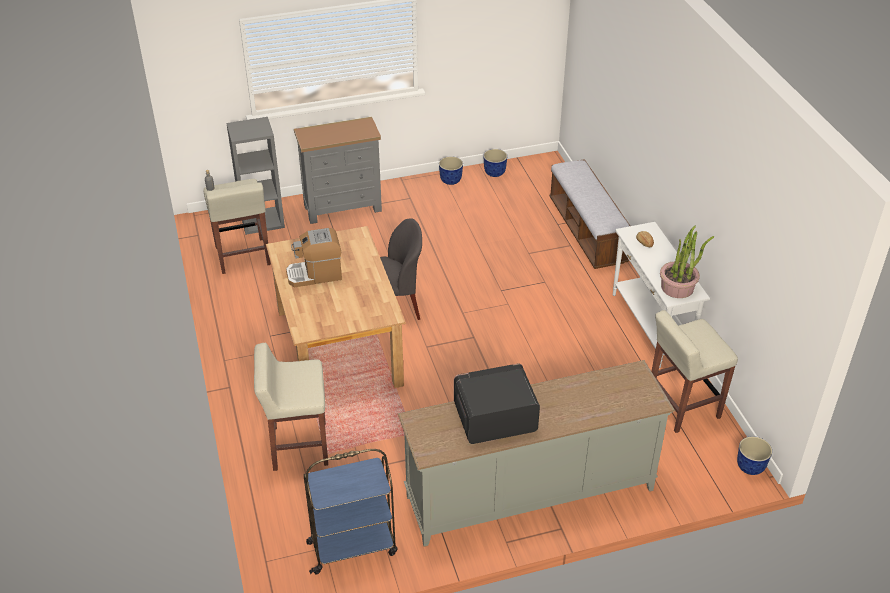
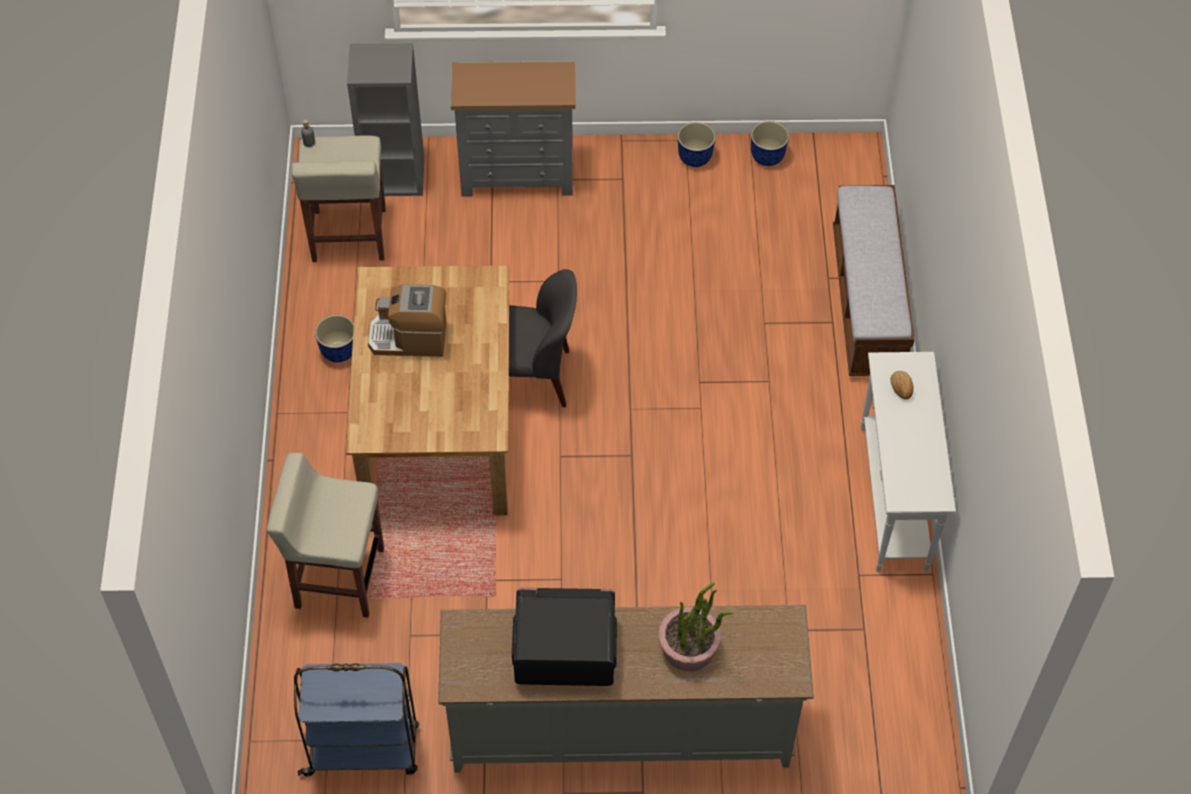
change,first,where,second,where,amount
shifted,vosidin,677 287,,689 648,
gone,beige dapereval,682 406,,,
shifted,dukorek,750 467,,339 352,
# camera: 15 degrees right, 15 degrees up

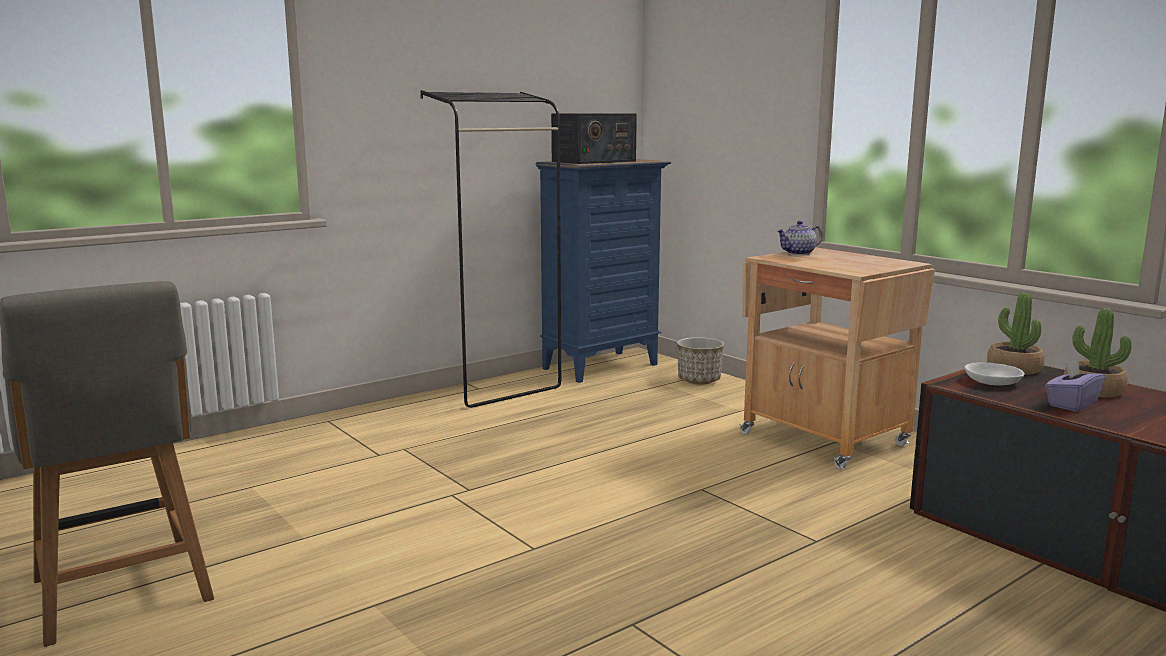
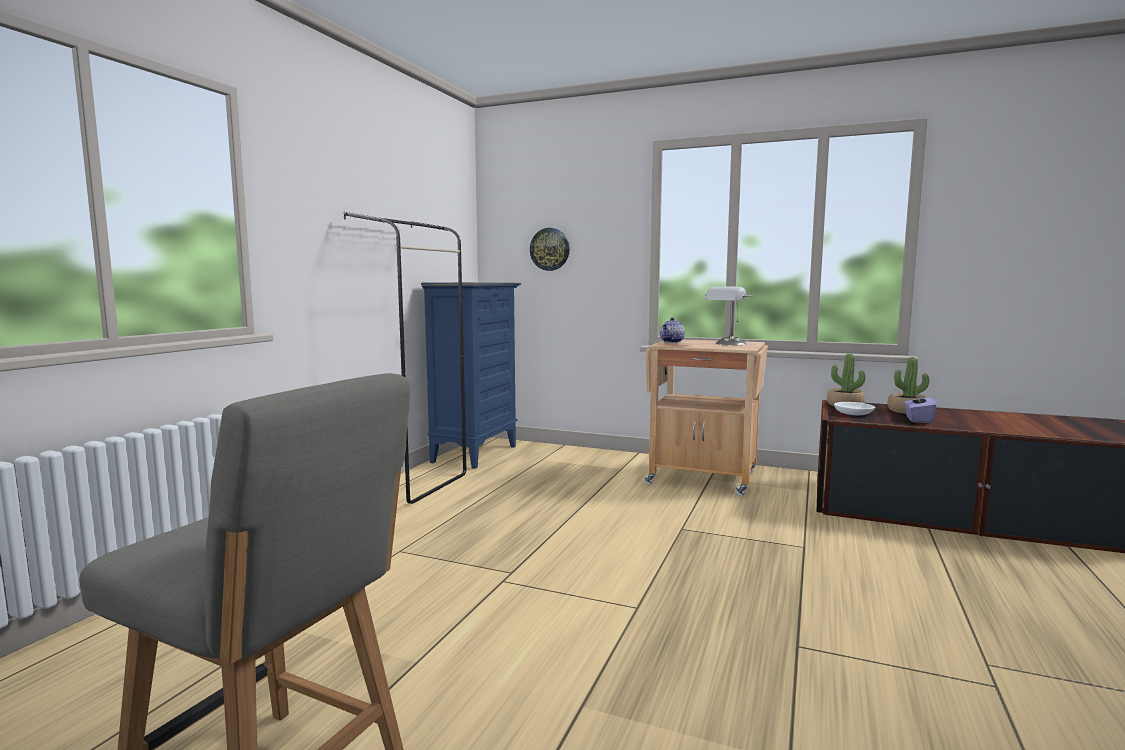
change,first,where,second,where,amount
gone,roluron,593 161,,,
gone,dukorek,699 380,,,
new,,,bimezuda,550 249,
new,,,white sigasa,728 344,
# camera: 30 degrees left, 5 degrees down

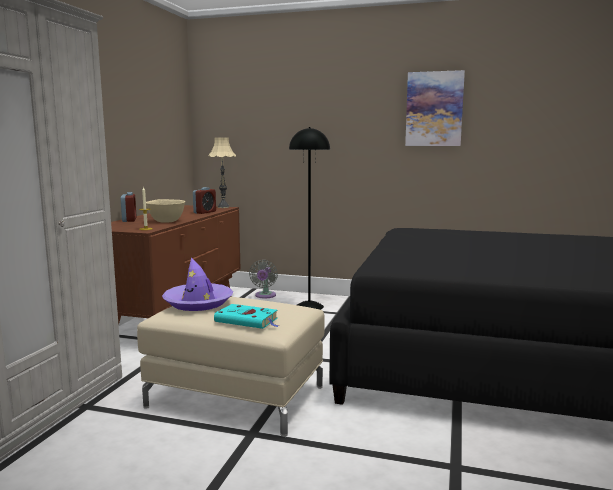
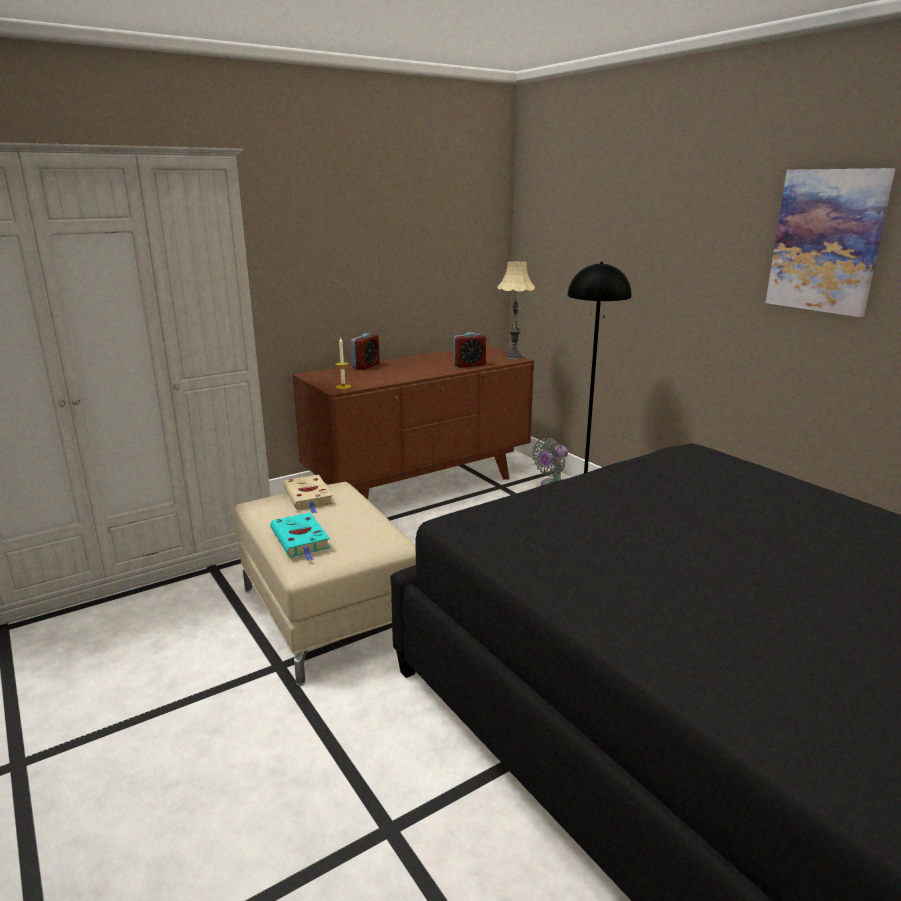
change,first,where,second,where,amount
gone,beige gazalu,166 221,,,
swapped,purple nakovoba,198 303,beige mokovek,309 497,
# camera: 40 degrees right, 10 degrees up

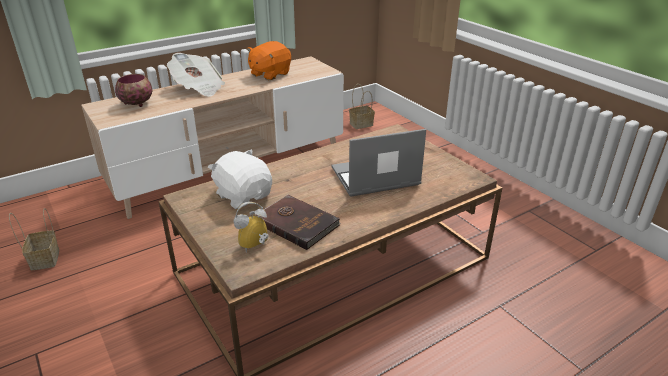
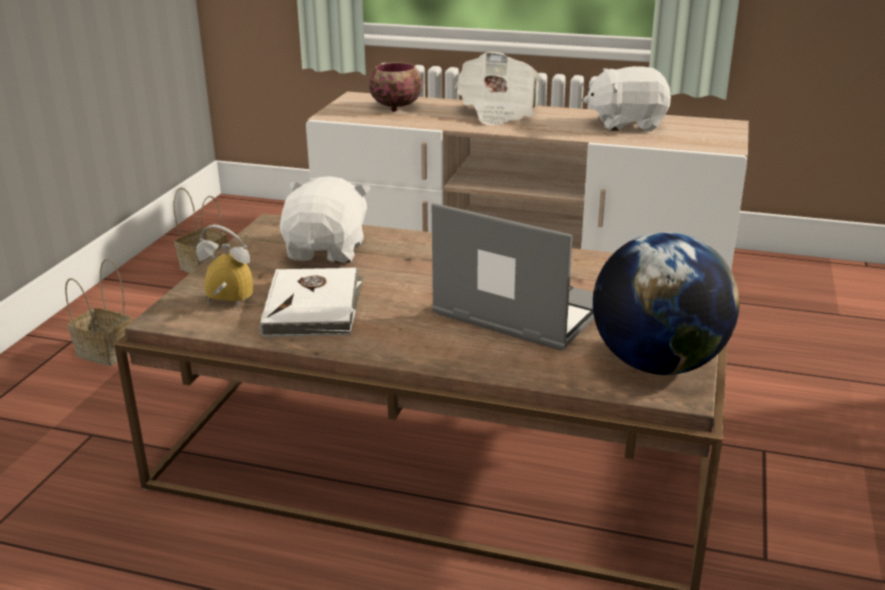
change,first,where,second,where,amount
repainted,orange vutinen,269 74,white vutinen,626 124,
shifted,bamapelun,361 124,,107 352,
repainted,brown mokovek,297 223,white mokovek,314 306,
new,,,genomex,657 364,
# camera: 50 degrees right, 5 degrees down

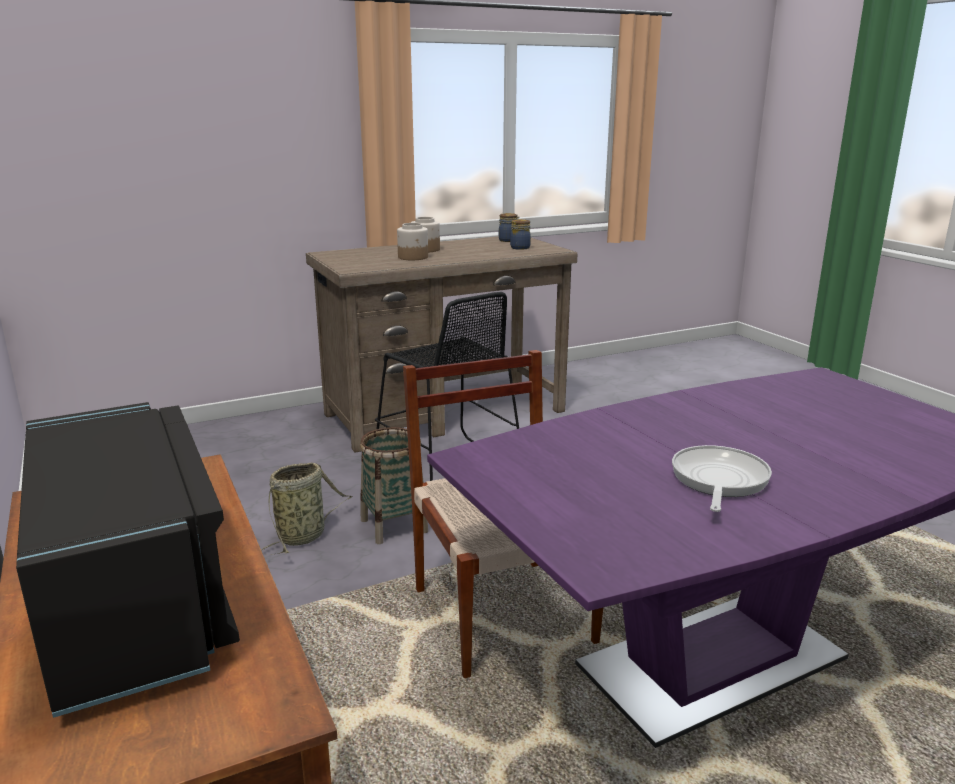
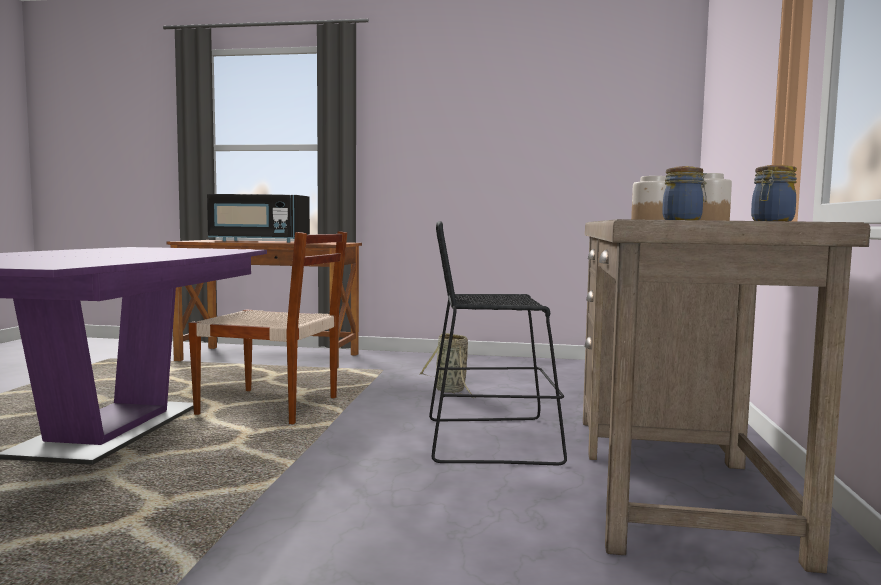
change,first,where,second,where,amount
gone,bamapelun,394 526,,,
gone,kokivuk,718 480,,,
# camera: 125 degrees right, 15 degrees down

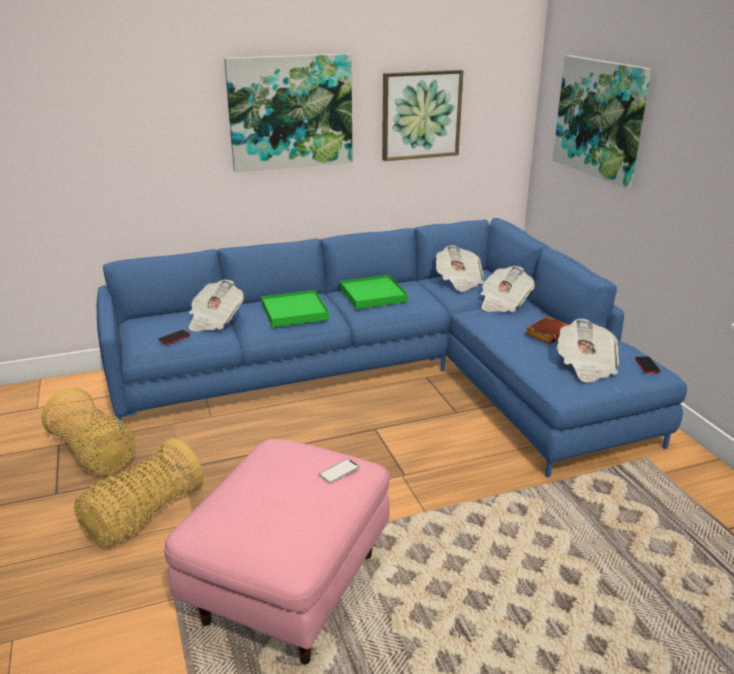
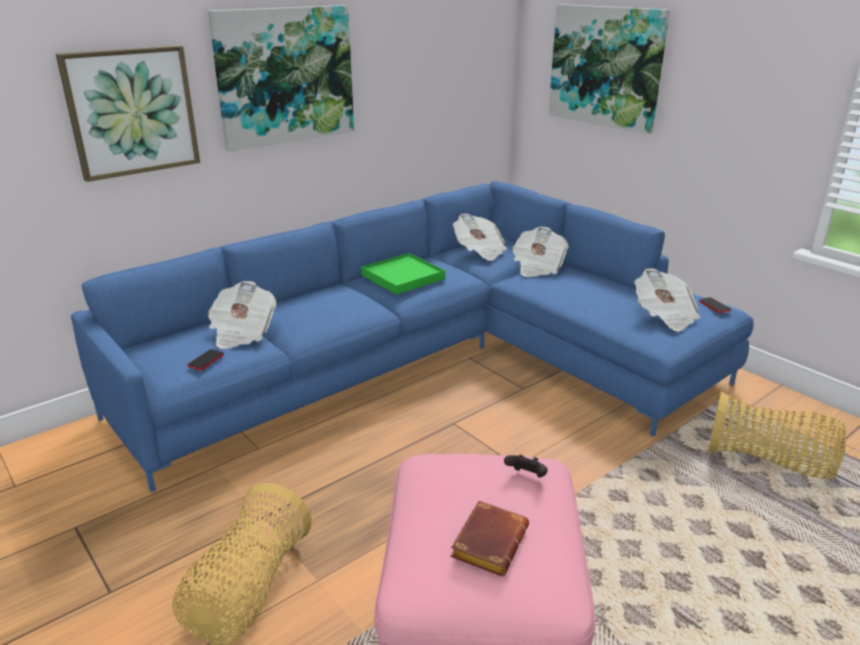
change,first,where,second,where,amount
shifted,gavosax,421 115,,132 112,
gone,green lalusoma,294 311,,,
shifted,brown mokovek,547 333,,488 541,
shifted,bamapelun,94 454,,769 461,
swapped,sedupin,339 472,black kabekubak,526 477,
# camera: 20 degrees left, 0 degrees up

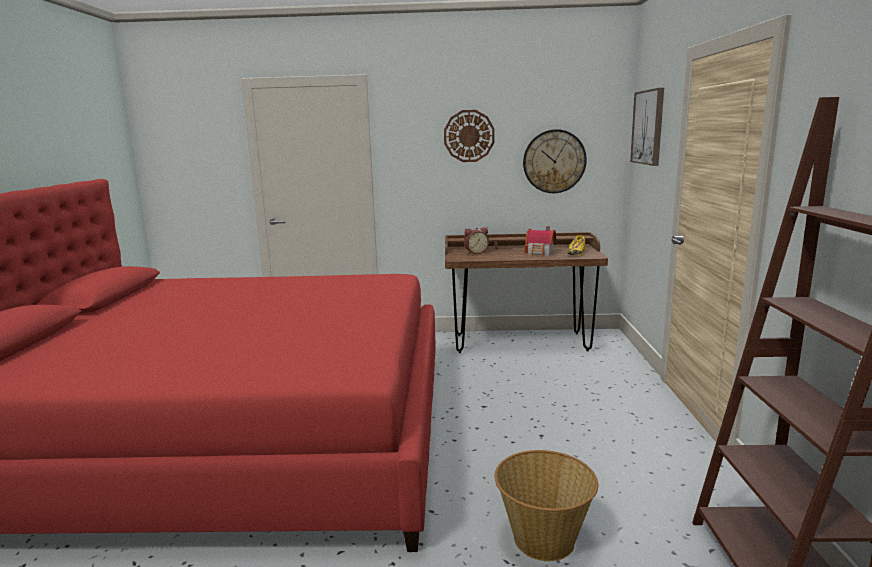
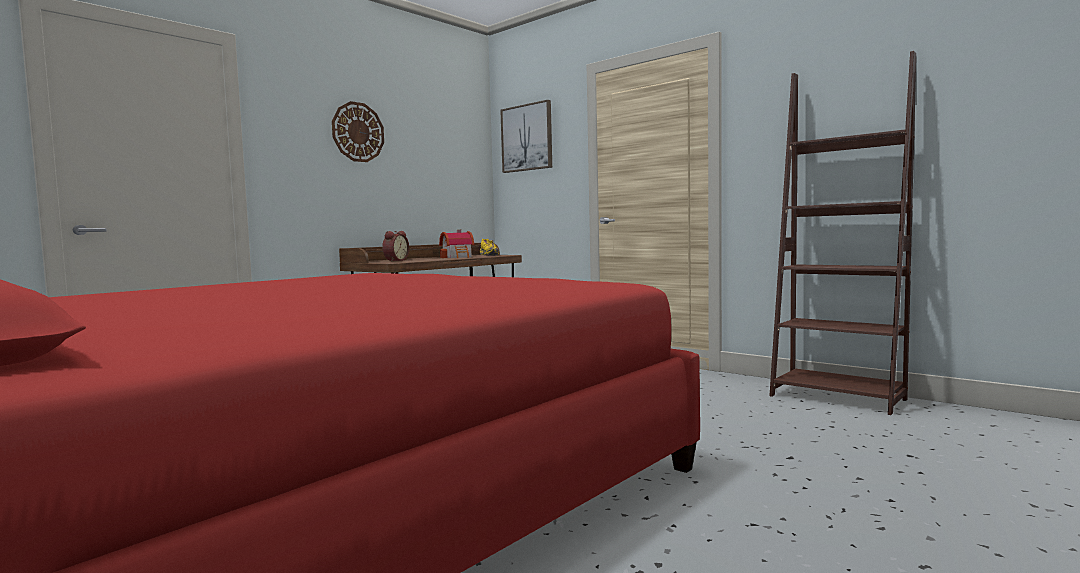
change,first,where,second,where,amount
gone,bimezuda,554 161,,,
gone,bamapelun,543 538,,,
# camera: 50 degrees left, 10 degrees down

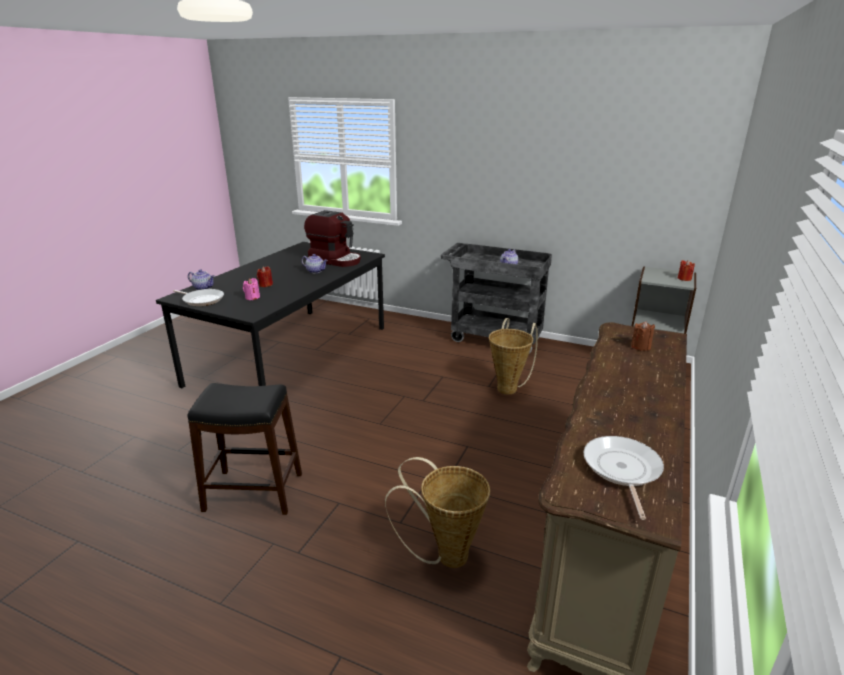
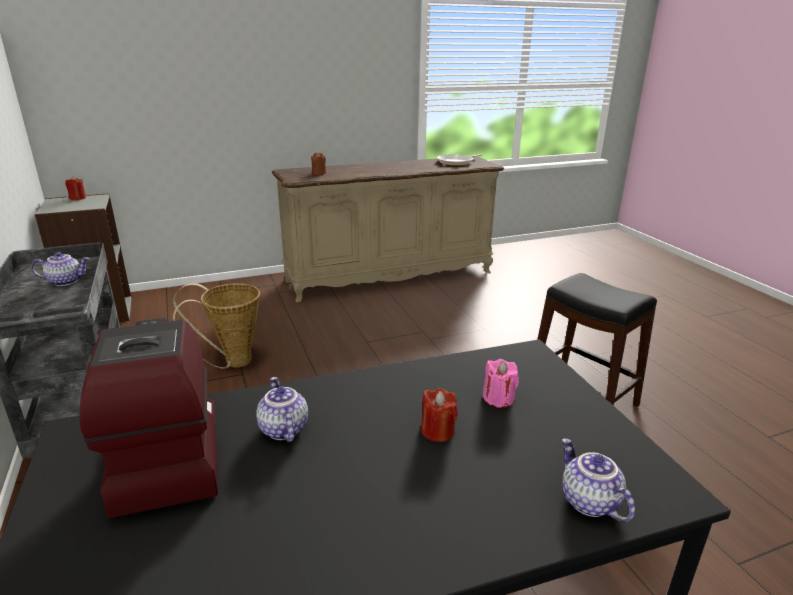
change,first,where,second,where,amount
gone,kokivuk,202 300,,,
gone,bamapelun,445 555,,,
# camera: 135 degrees left, 0 degrees up

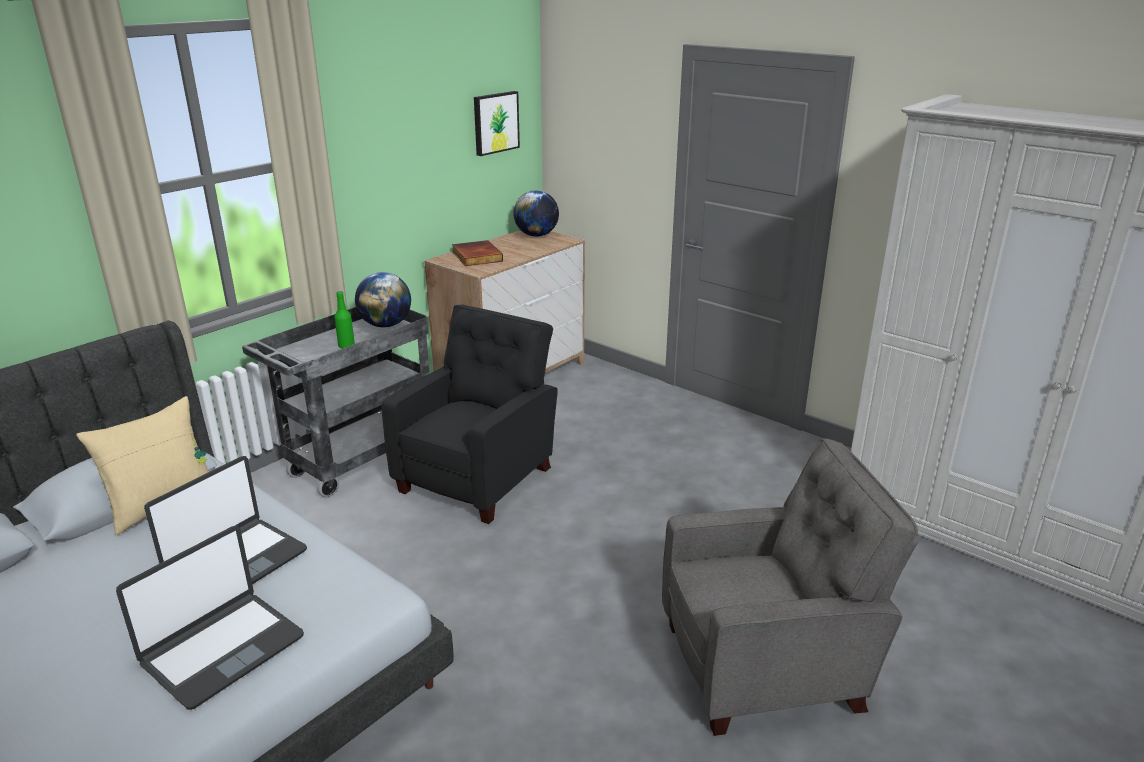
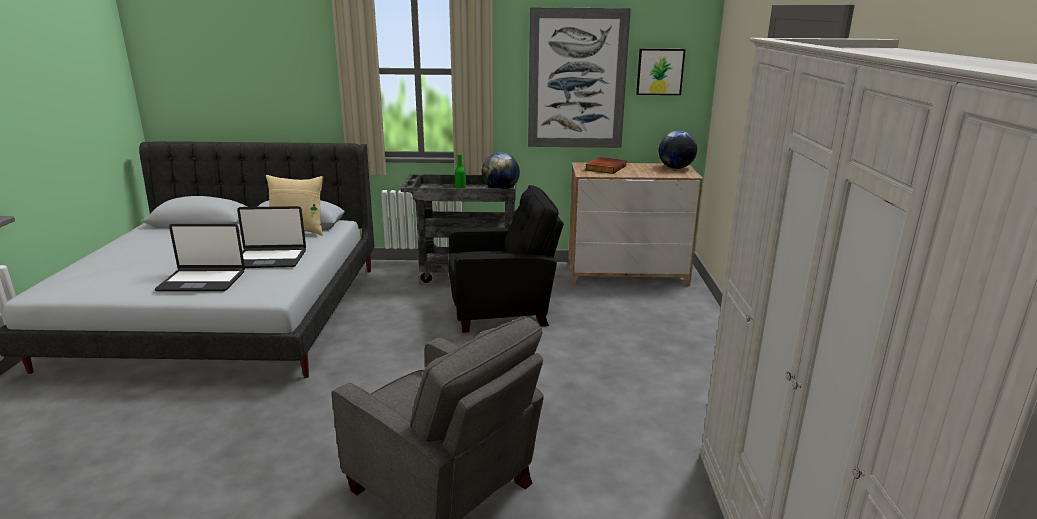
change,first,where,second,where,amount
new,,,gavosax,577 79,
# camera: 50 degrees right, 5 degrees down

